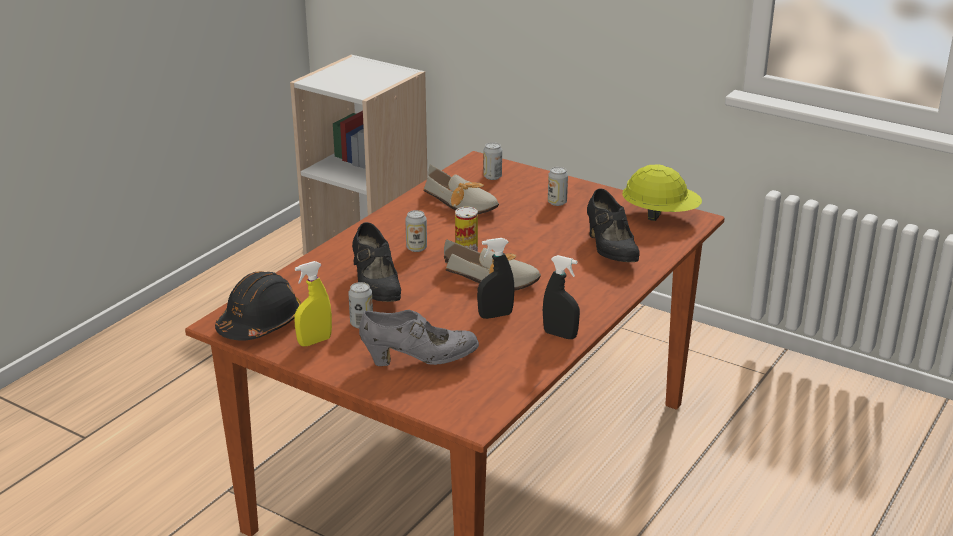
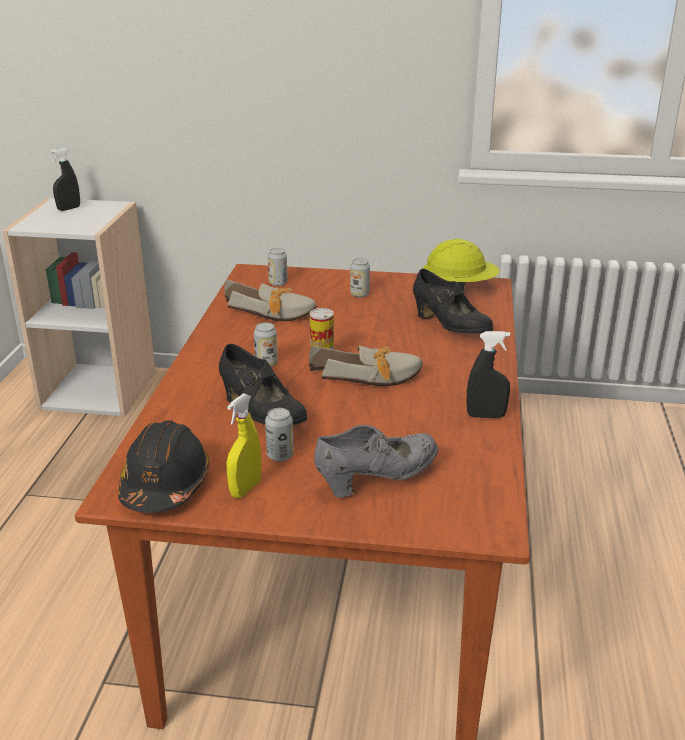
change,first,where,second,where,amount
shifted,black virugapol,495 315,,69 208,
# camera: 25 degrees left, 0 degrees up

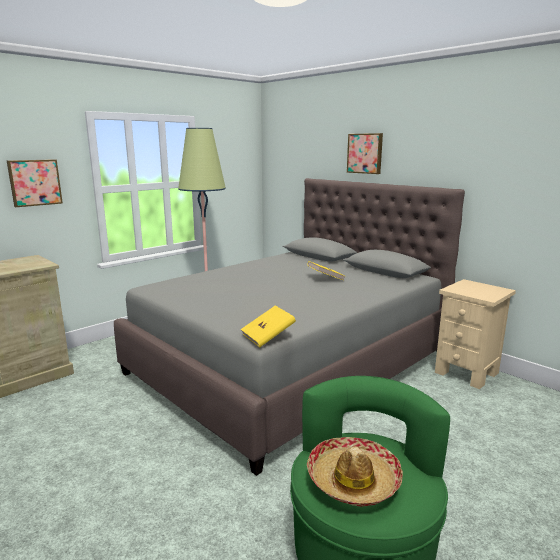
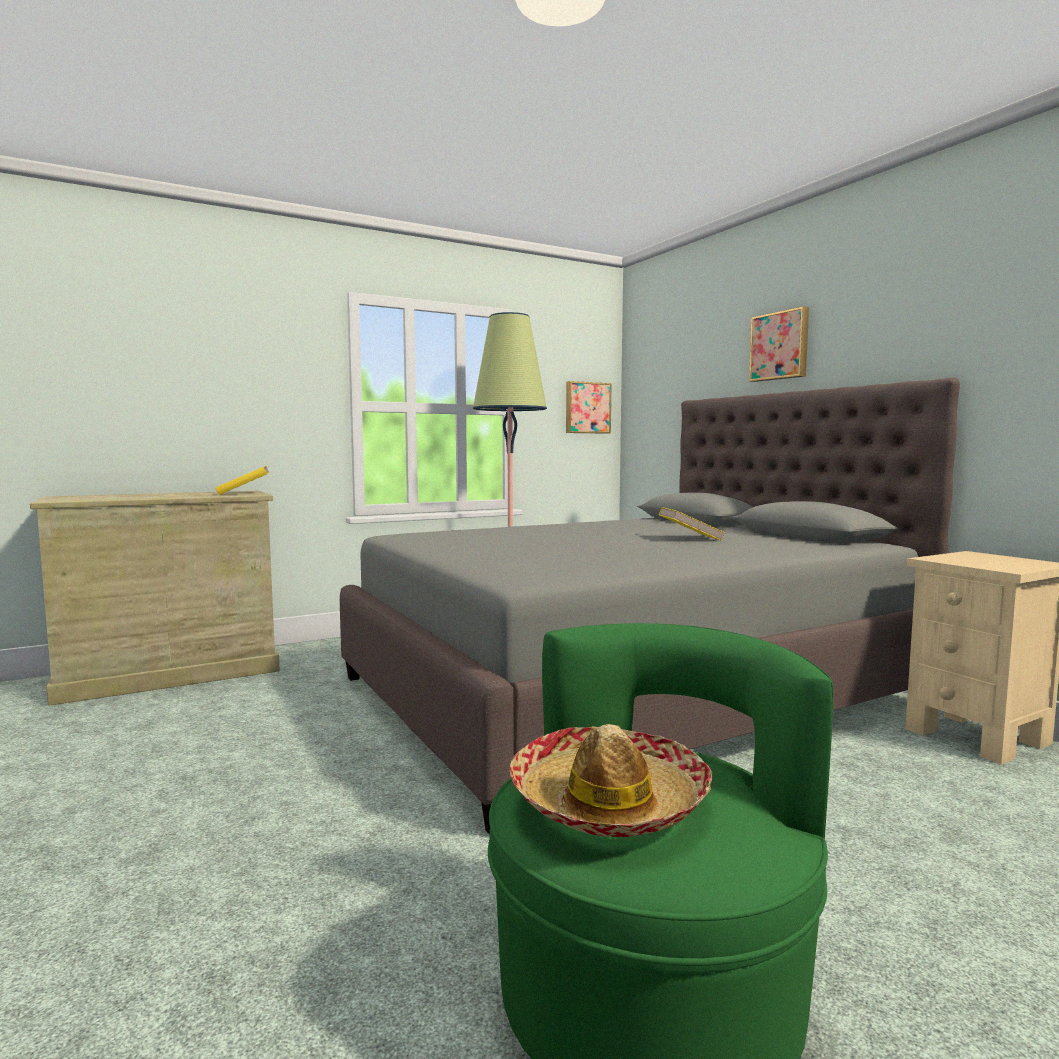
change,first,where,second,where,amount
shifted,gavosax,34 182,,587 408,
shifted,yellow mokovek,268 337,,244 493,
# camera: 15 degrees right, 10 degrees down

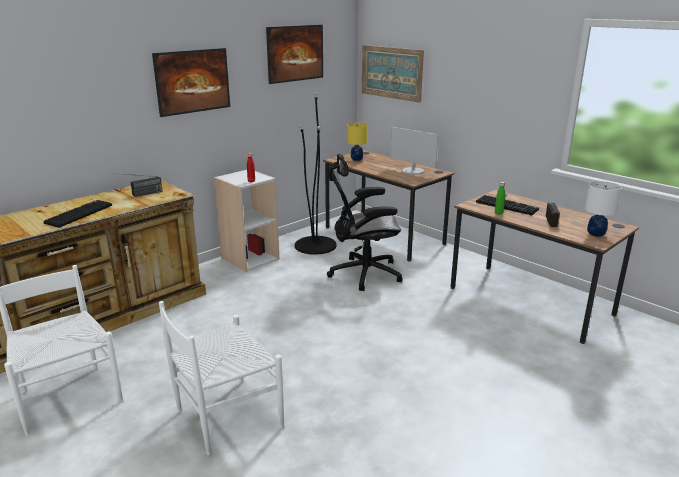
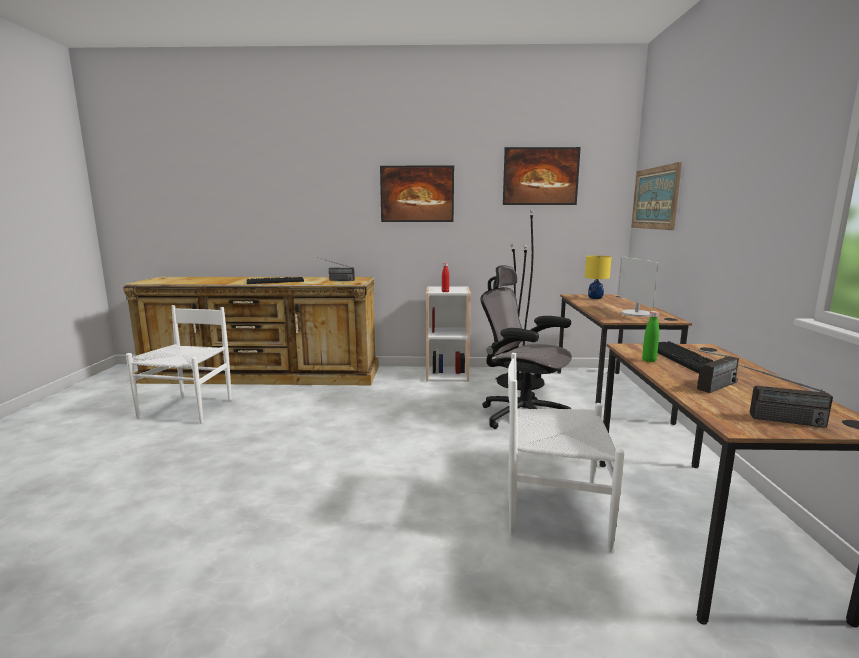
change,first,where,second,where,amount
swapped,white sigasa,595 234,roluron,767 418,
shifted,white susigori,227 417,,553 512,
# camera: 45 degrees right, 10 degrees down

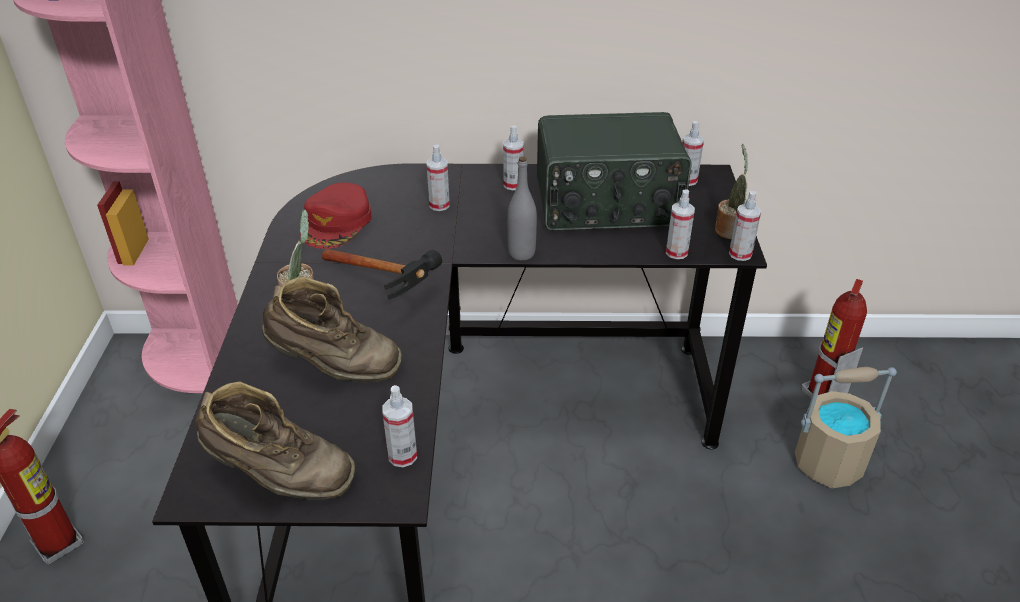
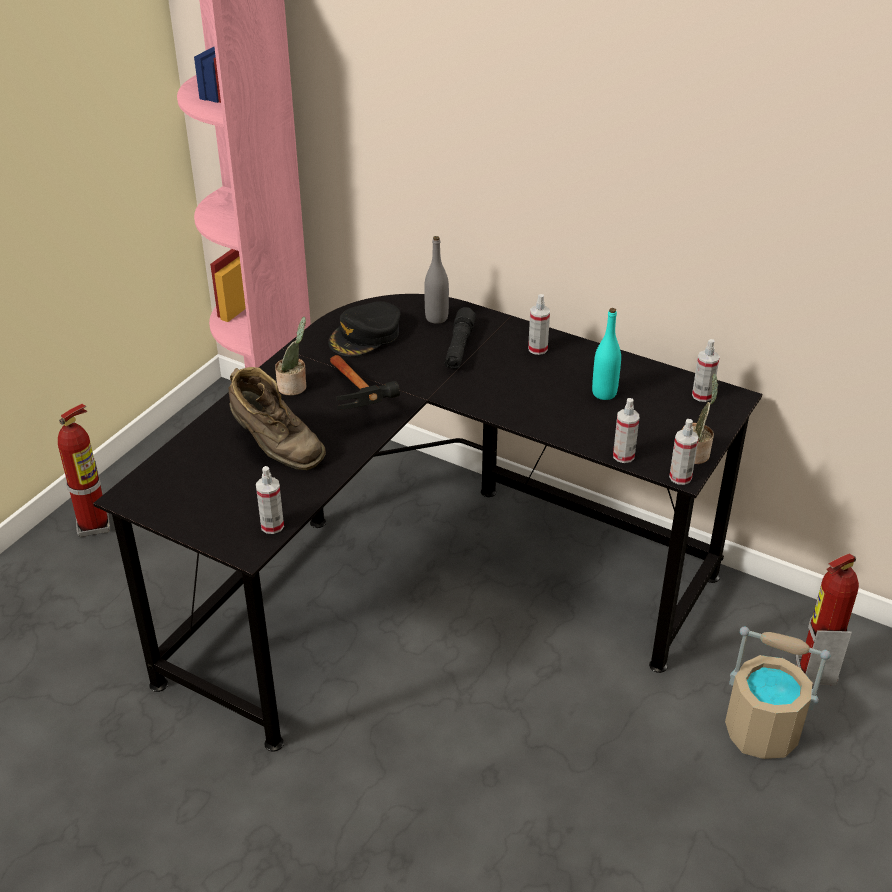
change,first,where,second,where,amount
swapped,roluron,607 204,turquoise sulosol,604 393,
swapped,virugapol,439 205,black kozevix,459 347,
shifted,grey sulosol,521 253,,436 318,
repainted,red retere,337 223,black retere,365 336,
gone,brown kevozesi,280 479,,,
# camera: 30 degrees right, 0 degrees up

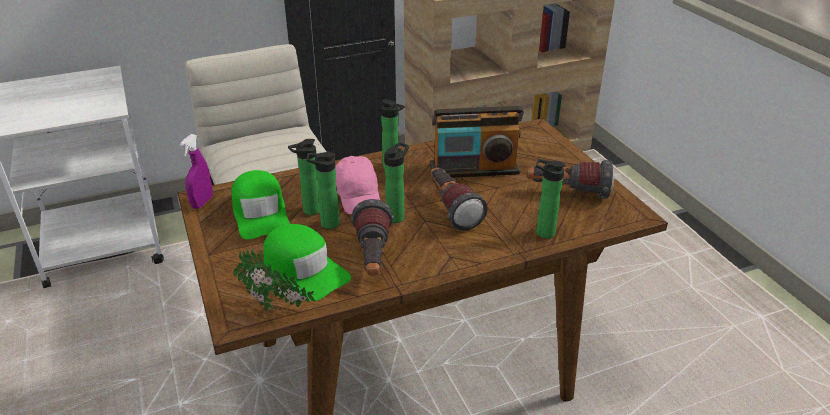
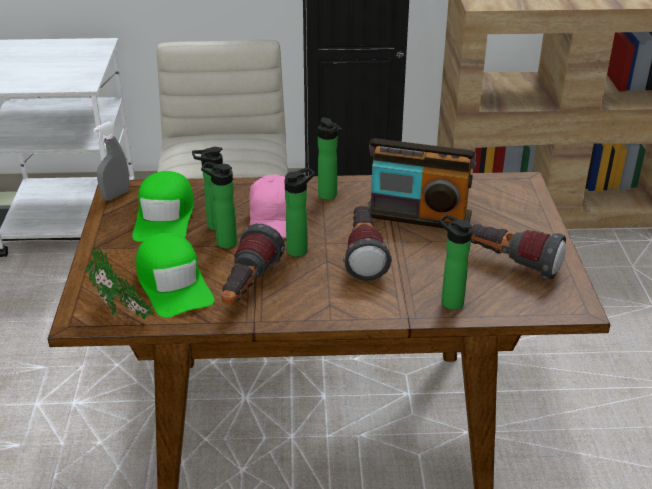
change,first,where,second,where,amount
repainted,purple virugapol,202 202,grey virugapol,116 195,
# camera: 20 degrees right, 0 degrees up

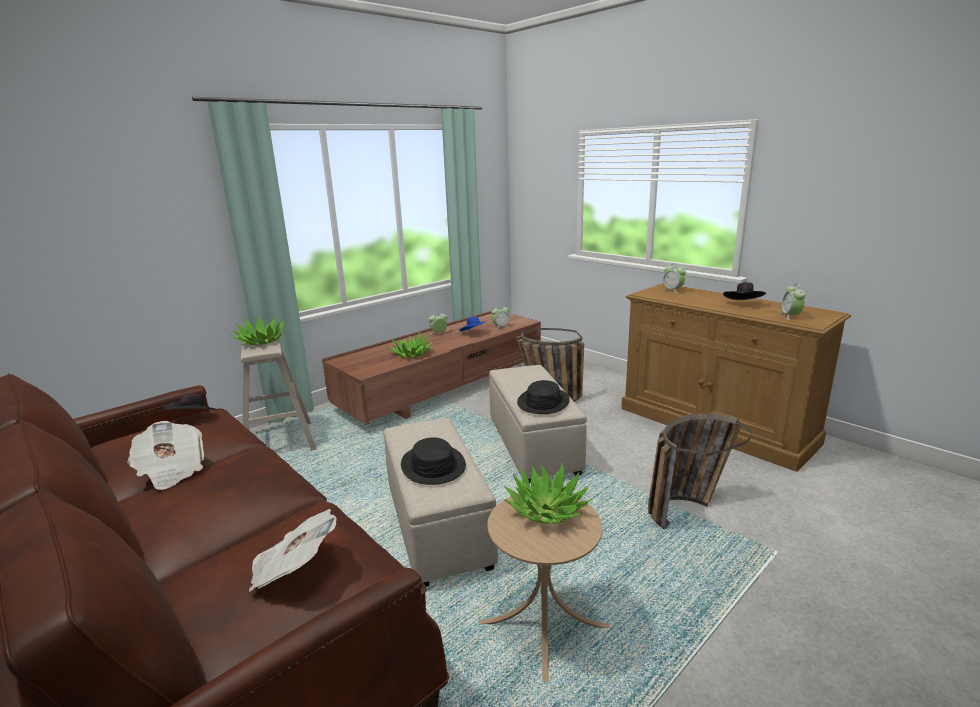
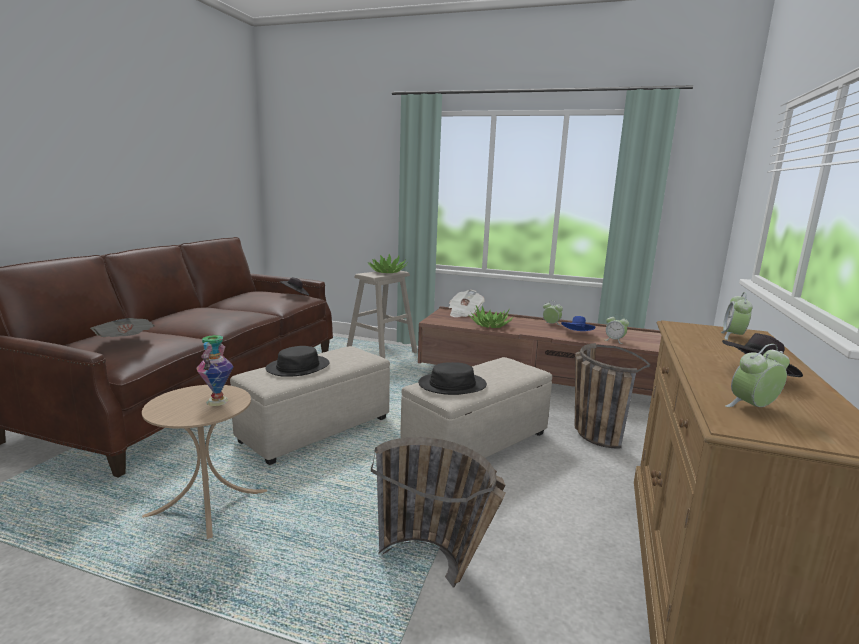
change,first,where,second,where,amount
shifted,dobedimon,171 470,,464 313,
swapped,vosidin,547 509,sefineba,218 401,
# camera: 60 degrees right, 5 degrees down

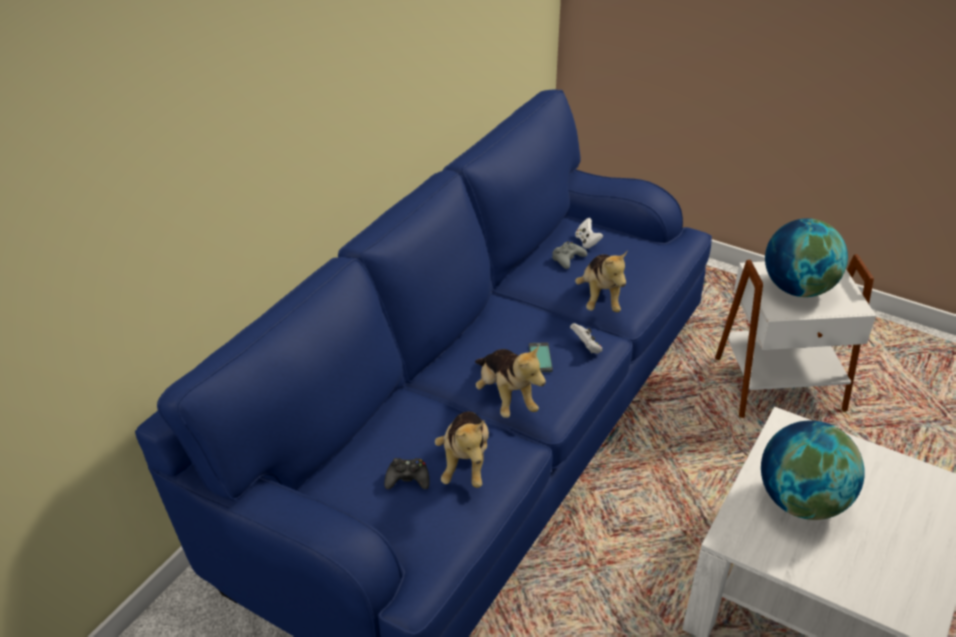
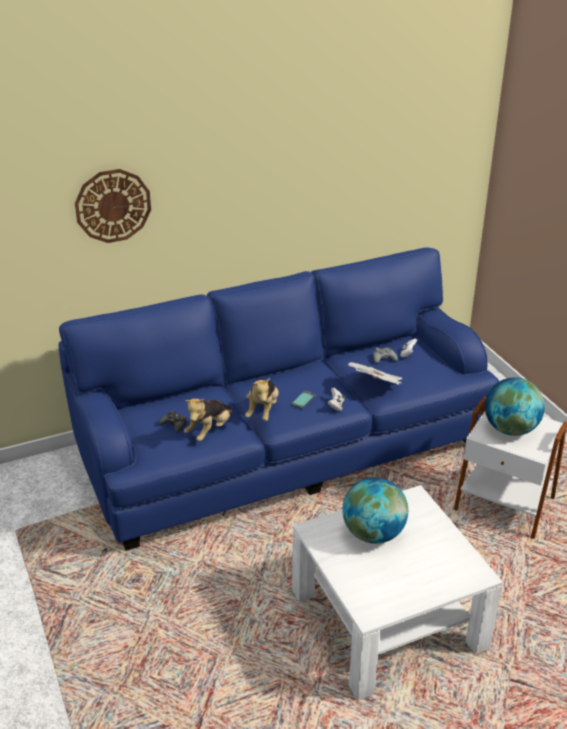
change,first,where,second,where,amount
swapped,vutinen,600 298,dobedimon,377 386,
new,,,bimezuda,113 205,
# camera: 35 degrees right, 5 degrees down

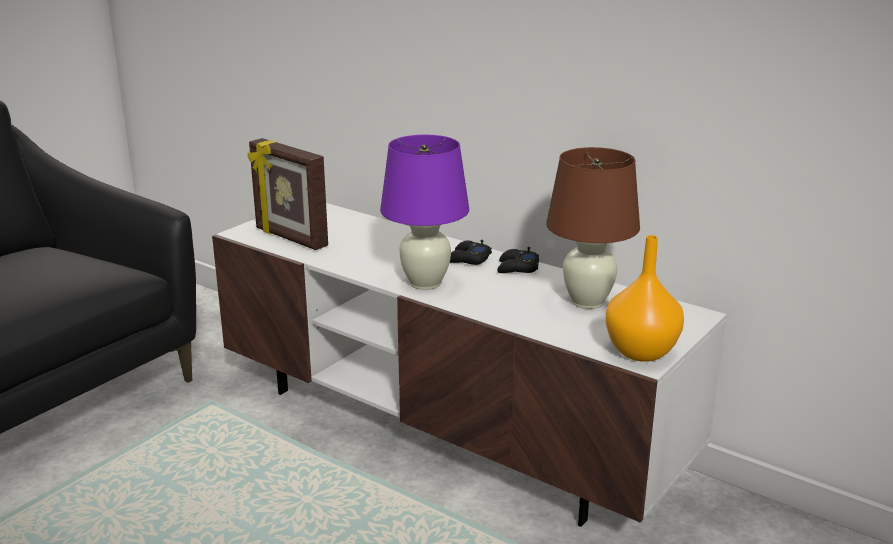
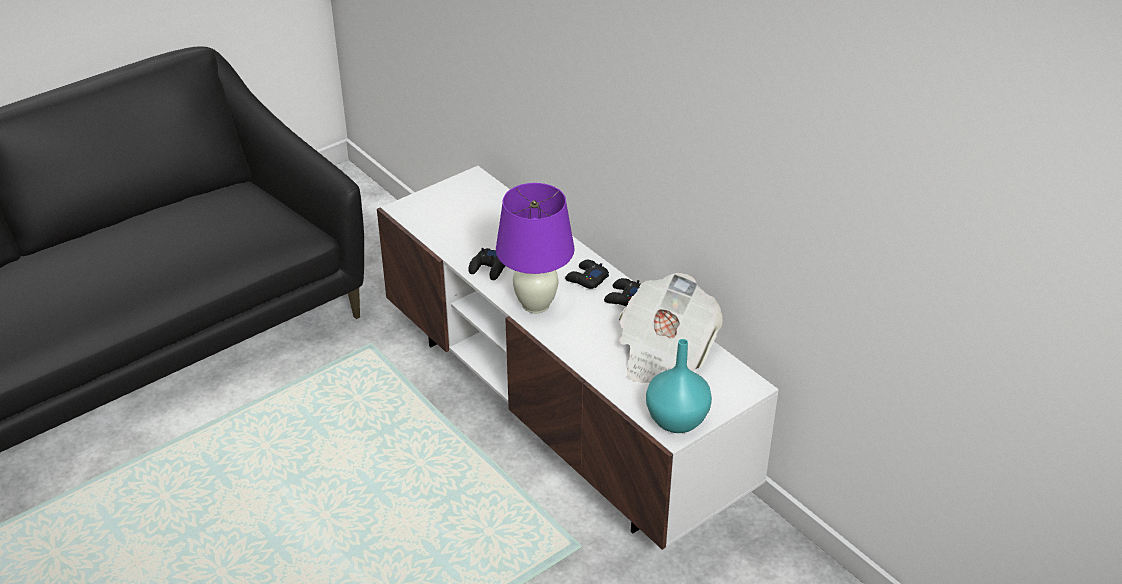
change,first,where,second,where,amount
gone,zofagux,290 238,,,
swapped,brown sigasa,588 301,dobedimon,664 352,
repainted,orange sefineba,642 352,turquoise sefineba,677 422,
new,,,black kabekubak,489 268,
# camera: 15 degrees right, 15 degrees up

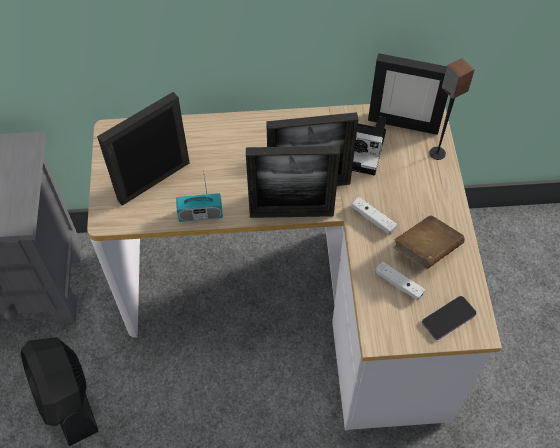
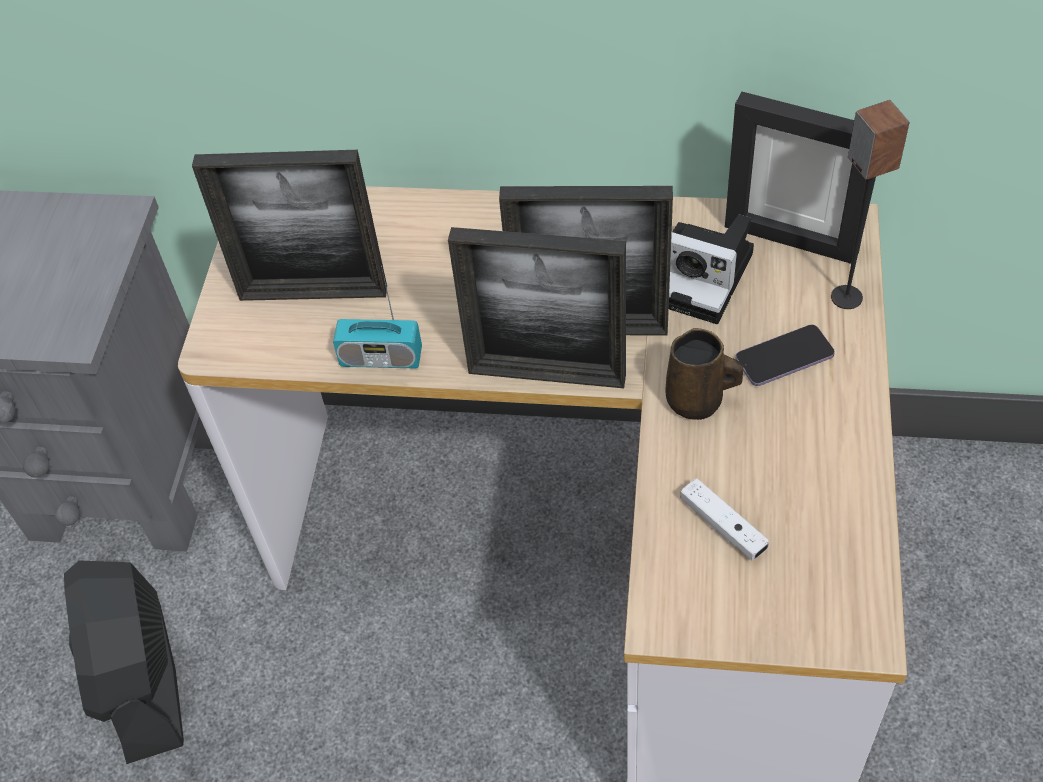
change,first,where,second,where,amount
rotated,zofagux,154 181,,313 293,150 degrees counterclockwise
swapped,white kabekubak,373 219,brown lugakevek,698 401,
gone,brown mokovek,426 250,,,
shifted,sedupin,448 318,,784 357,
# camera: 15 degrees right, 5 degrees down

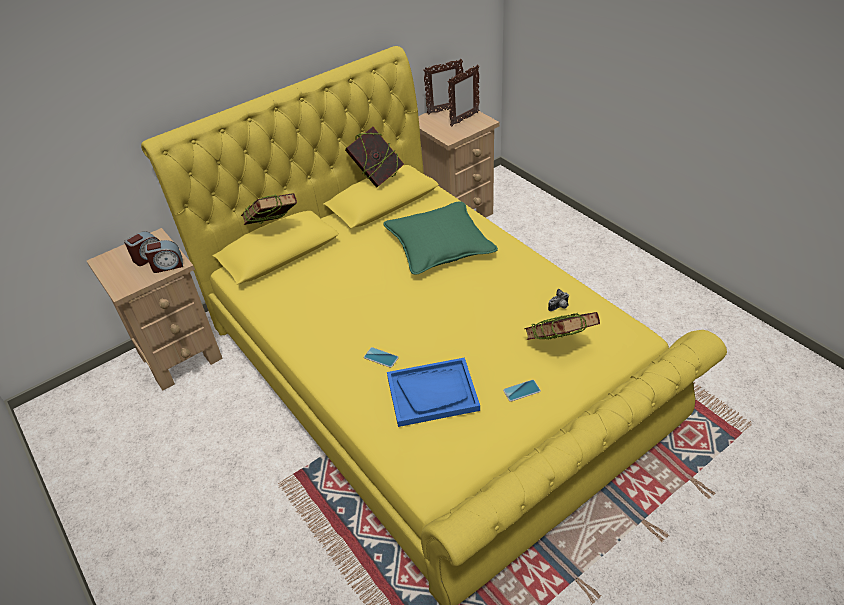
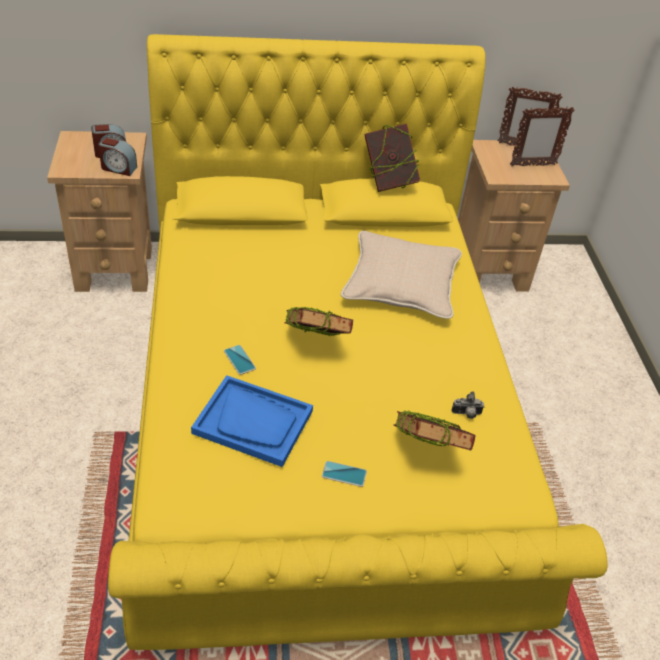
change,first,where,second,where,amount
shifted,mokovek,274 230,,315 346,
repainted,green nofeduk,439 244,beige nofeduk,401 283,
# camera: 25 degrees right, 0 degrees up

